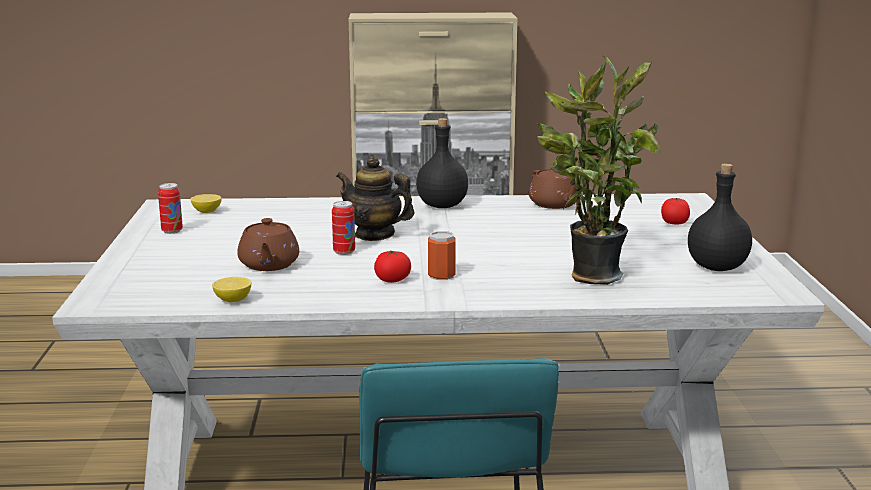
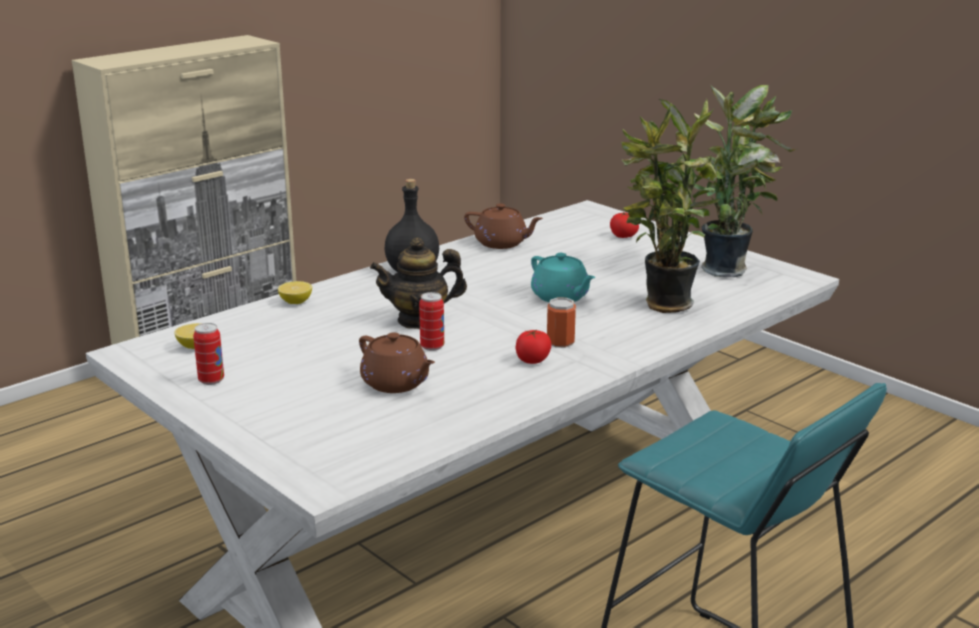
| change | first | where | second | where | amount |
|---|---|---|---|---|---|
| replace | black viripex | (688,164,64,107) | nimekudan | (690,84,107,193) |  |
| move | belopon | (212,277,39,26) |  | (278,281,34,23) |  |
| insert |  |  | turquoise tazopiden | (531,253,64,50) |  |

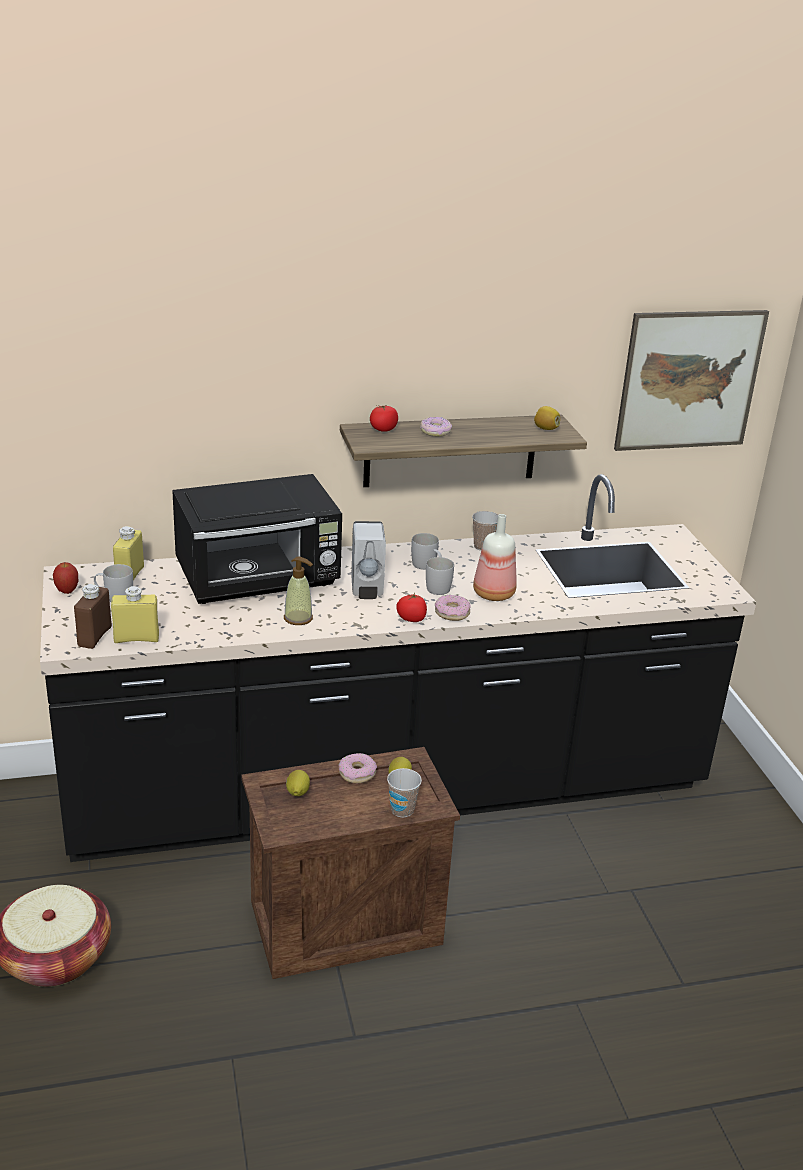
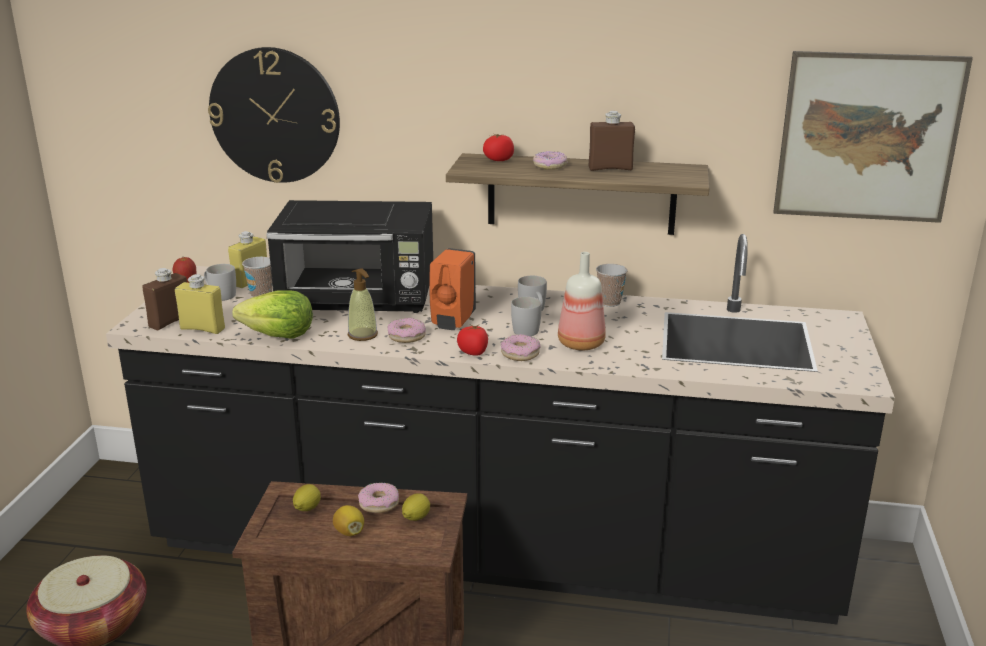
| change | first | where | second | where | amount |
|---|---|---|---|---|---|
| move | belopon | (534,406,26,24) |  | (333,505,31,31) |  |
| recolor | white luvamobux | (351,521,35,78) | orange luvamobux | (429,248,47,82) |  |
| move | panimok | (387,768,35,50) |  | (242,257,30,40) |  |
| insert |  |  | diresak | (208,47,132,136) |  |
| insert |  |  | brown viripex | (589,111,46,60) |  |
| insert |  |  | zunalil | (232,290,81,49) |  |
| insert |  |  | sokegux | (388,318,38,25) |  |

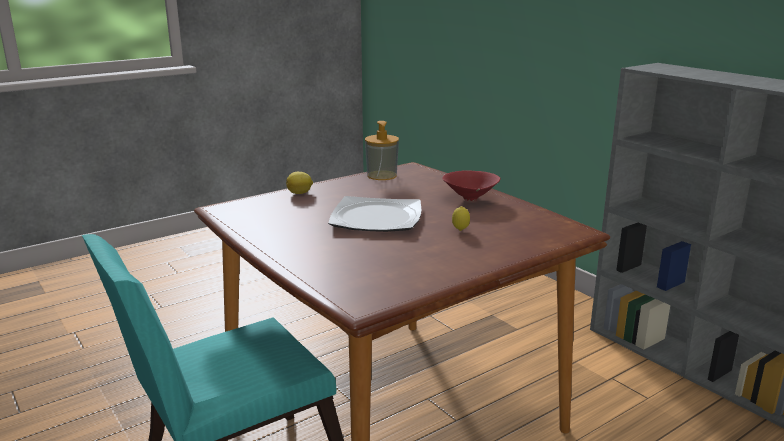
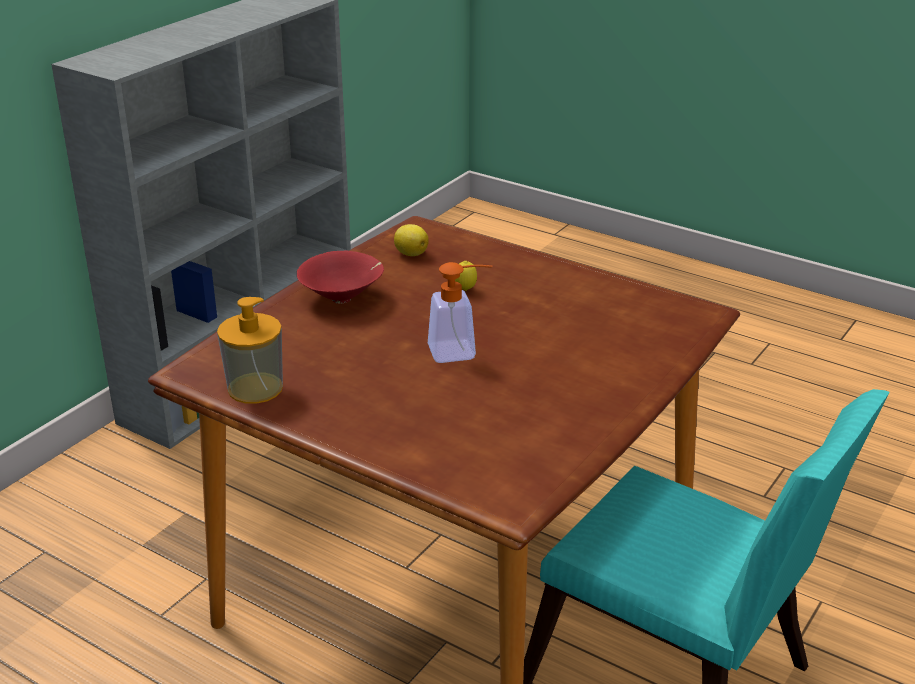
| change | first | where | second | where | amount |
|---|---|---|---|---|---|
| move | belopon | (286,172,27,22) |  | (394,224,35,32) |  |
| replace | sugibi | (328,196,93,36) | luvamobux | (428,262,64,101) |  |

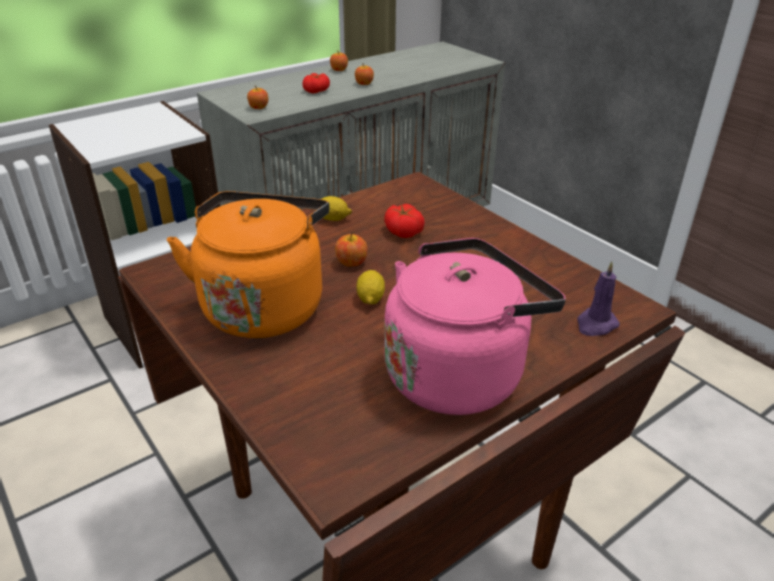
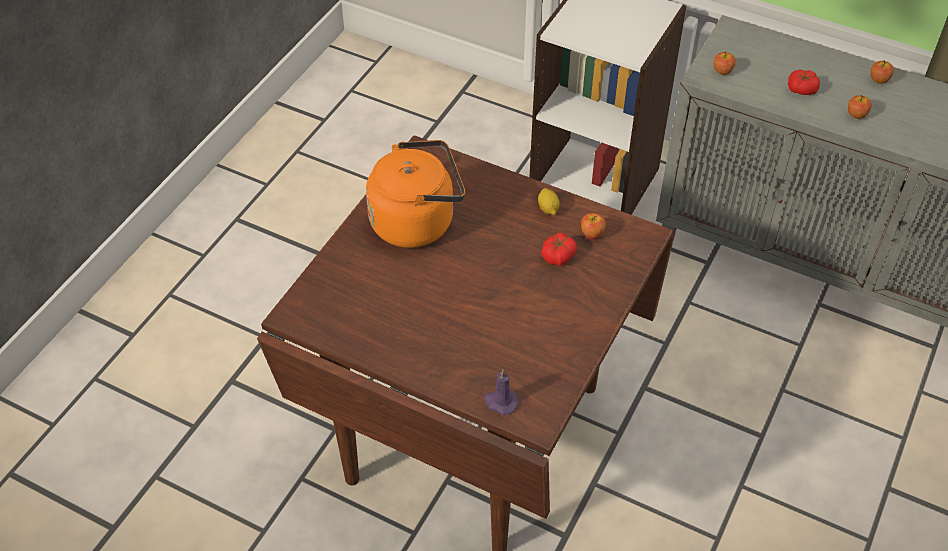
| change | first | where | second | where | amount |
|---|---|---|---|---|---|
| move | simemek | (335,232,32,35) |  | (581,213,25,26) |  |
| delete | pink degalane | (385,238,181,177) |  |  |  |
| delete | belopon | (356,270,29,34) |  |  |  |

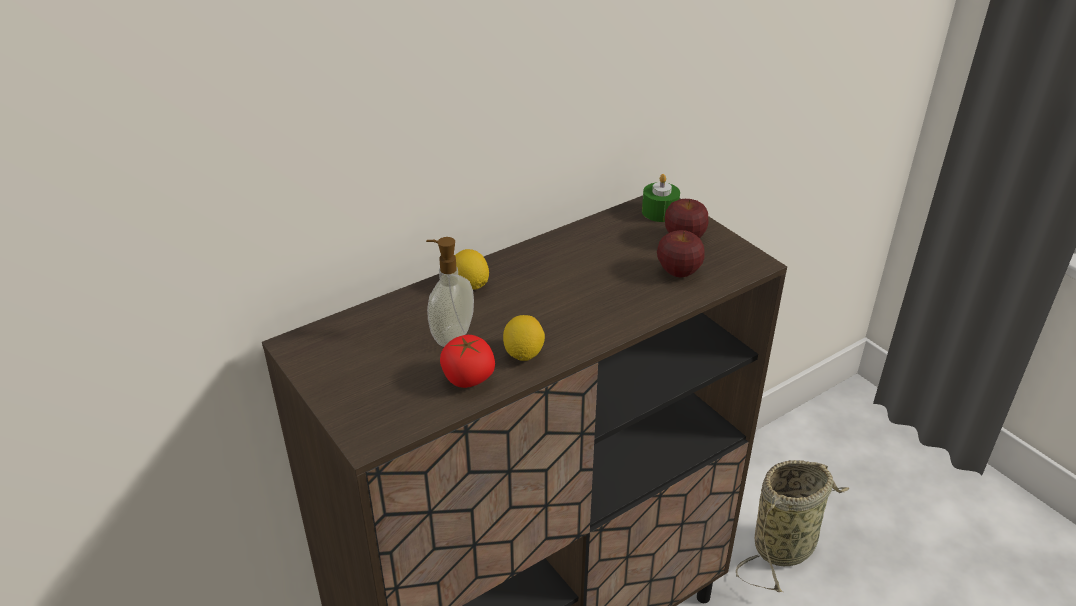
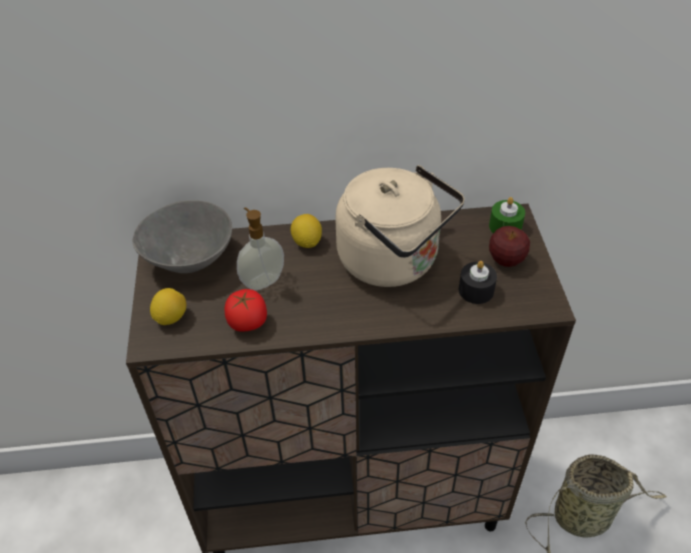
| change | first | where | second | where | amount |
|---|---|---|---|---|---|
| replace | simemek | (657,230,48,47) | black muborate | (459,261,38,43) |  |
| move | belopon | (503,315,42,46) |  | (150,288,36,37) |  |
| insert |  |  | beige degalane | (335,165,130,122) |  |
| insert |  |  | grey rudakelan | (133,200,99,73) |  |

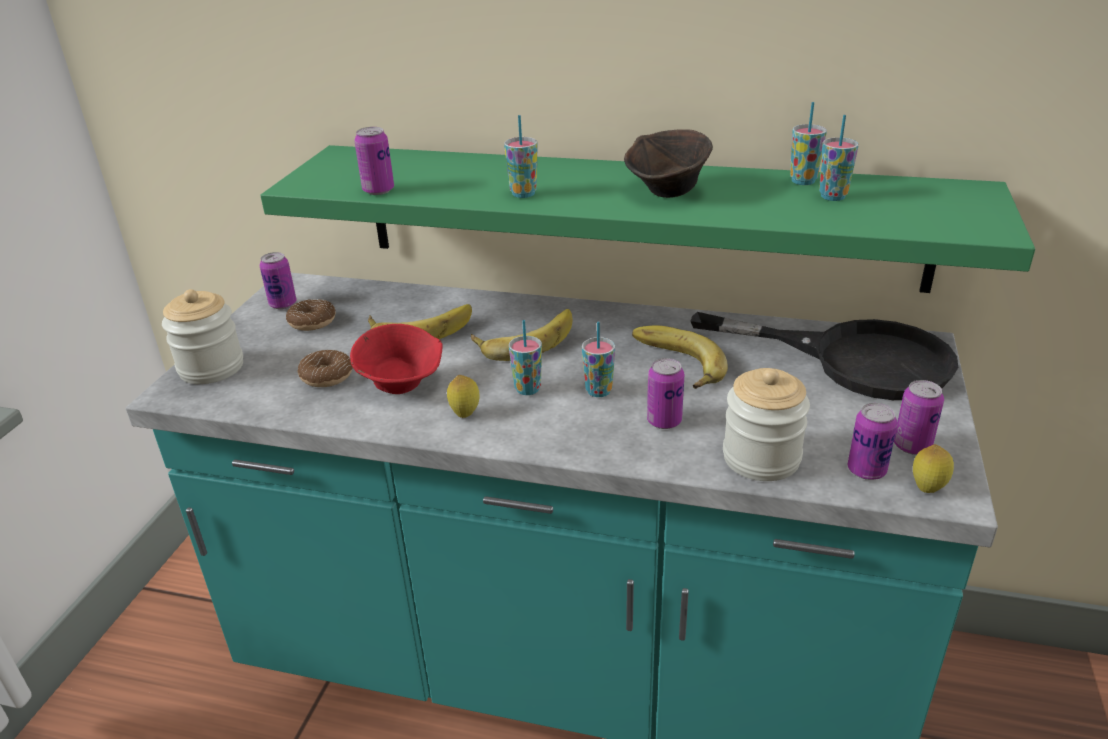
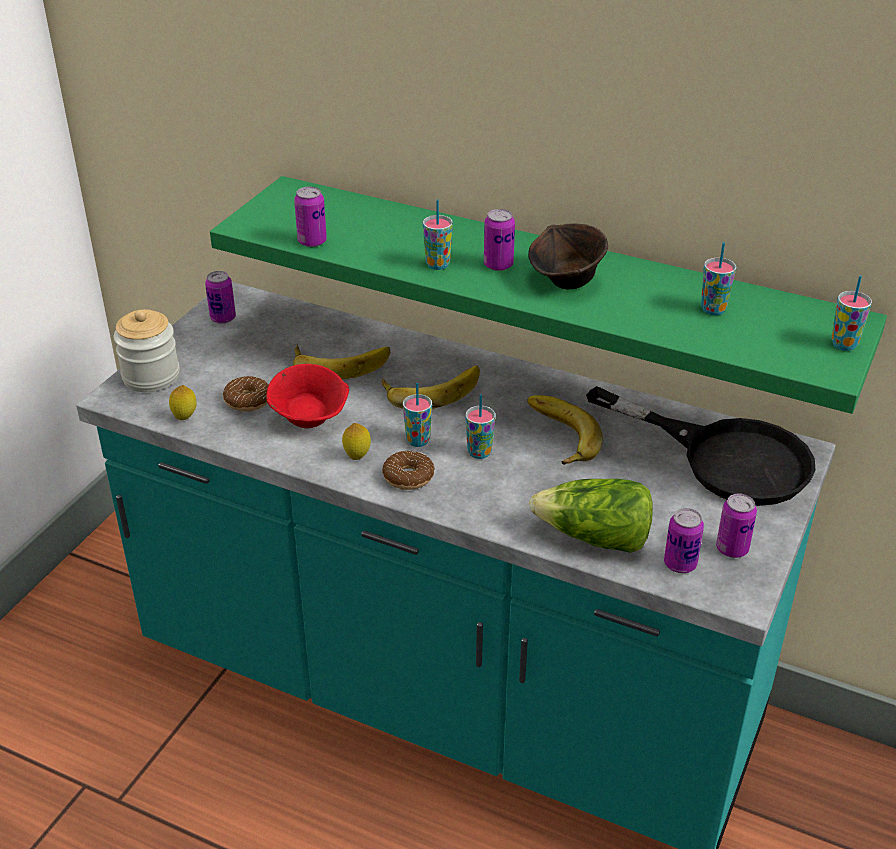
| change | first | where | second | where | amount |
|---|---|---|---|---|---|
| move | panimok | (790,102,37,83) |  | (831,276,41,75) |  |
| move | sokegux | (286,299,49,32) |  | (382,450,53,40) |  |
| move | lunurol | (647,358,37,71) |  | (484,209,31,62) |  |
| replace | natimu | (723,368,87,113) | zunalil | (529,479,124,74) |  |
| move | belopon | (913,444,41,49) |  | (169,385,28,35) |  |

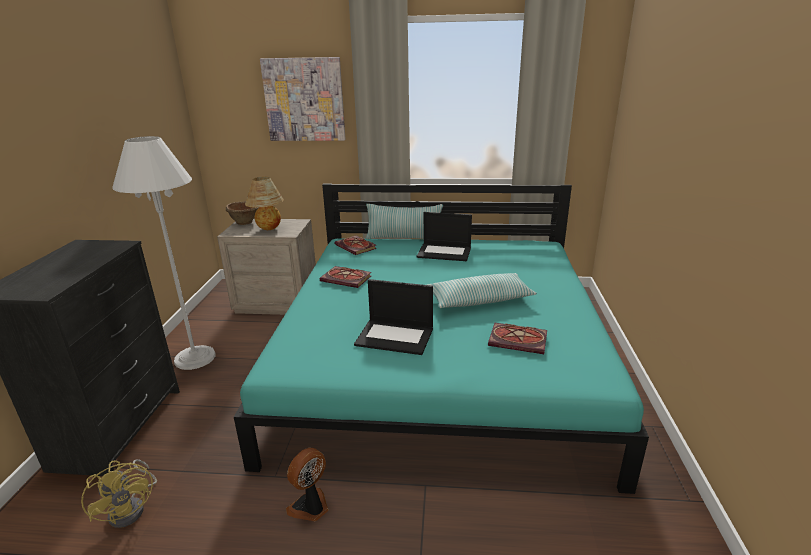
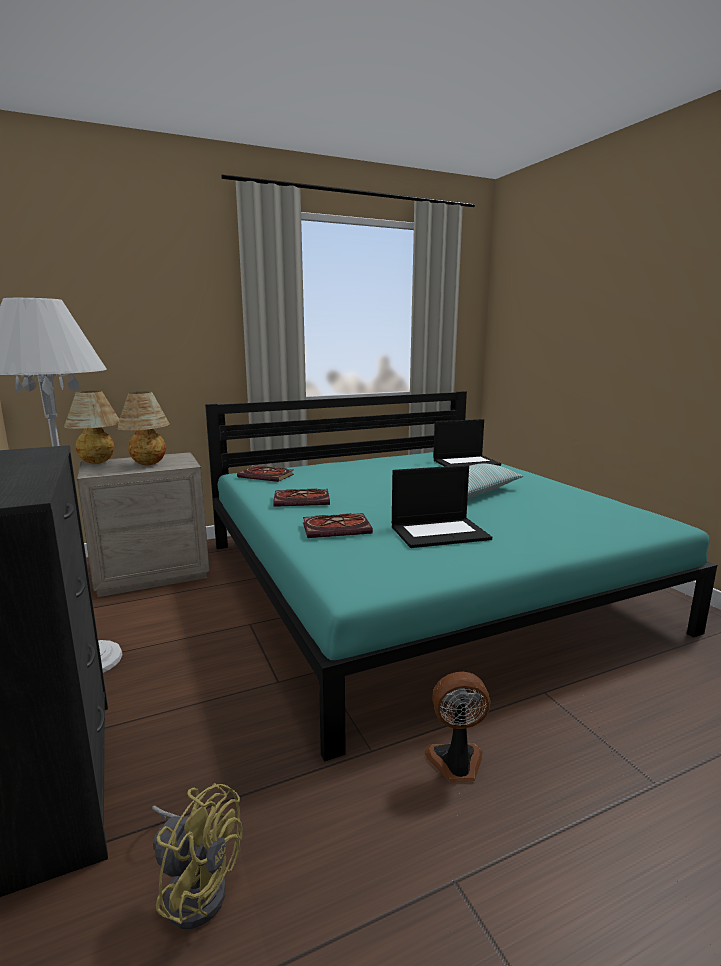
| change | first | where | second | where | amount |
|---|---|---|---|---|---|
| delete | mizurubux | (260,57,86,84) |  |  |  |
| replace | brown rudakelan | (226,201,33,24) | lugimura | (64,391,55,73) |  |
| delete | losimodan | (366,204,77,35) |  |  |  |
| move | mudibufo | (417,212,55,49) |  | (433,419,68,48) |  |
| move | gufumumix | (488,323,59,31) |  | (303,513,70,25) |  |
| rotate | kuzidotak | (286,447,43,74) |  | (424,672,66,111) | 75 degrees clockwise |

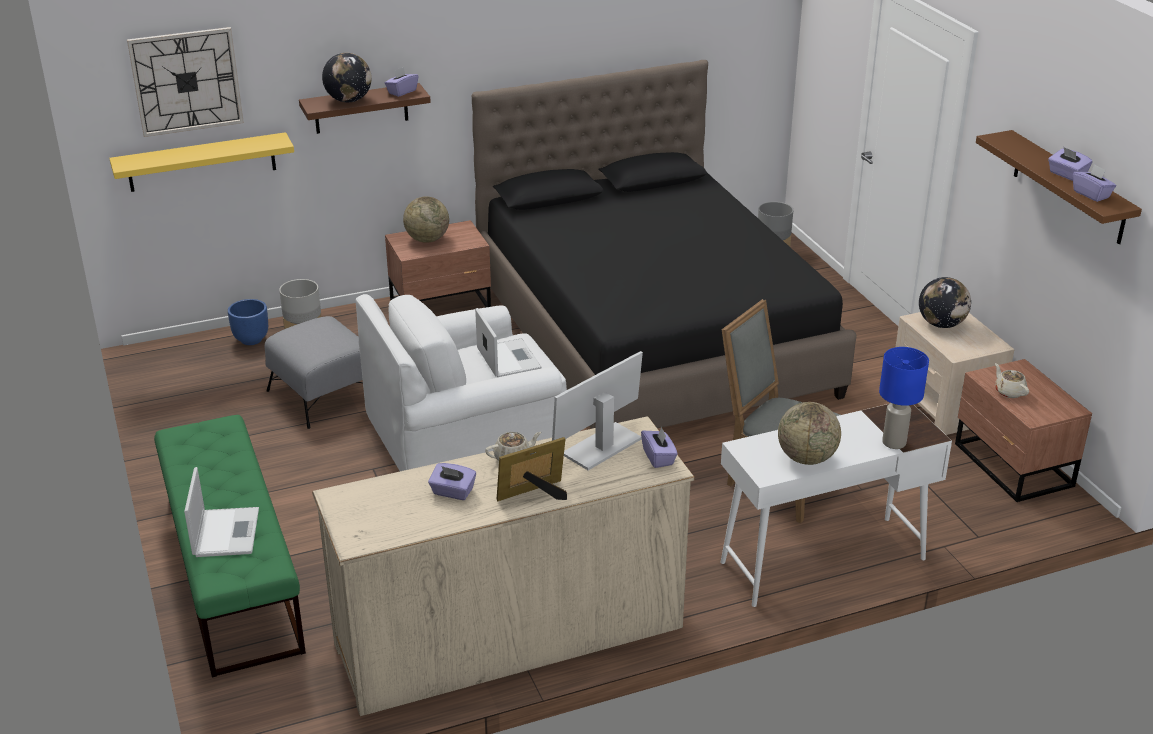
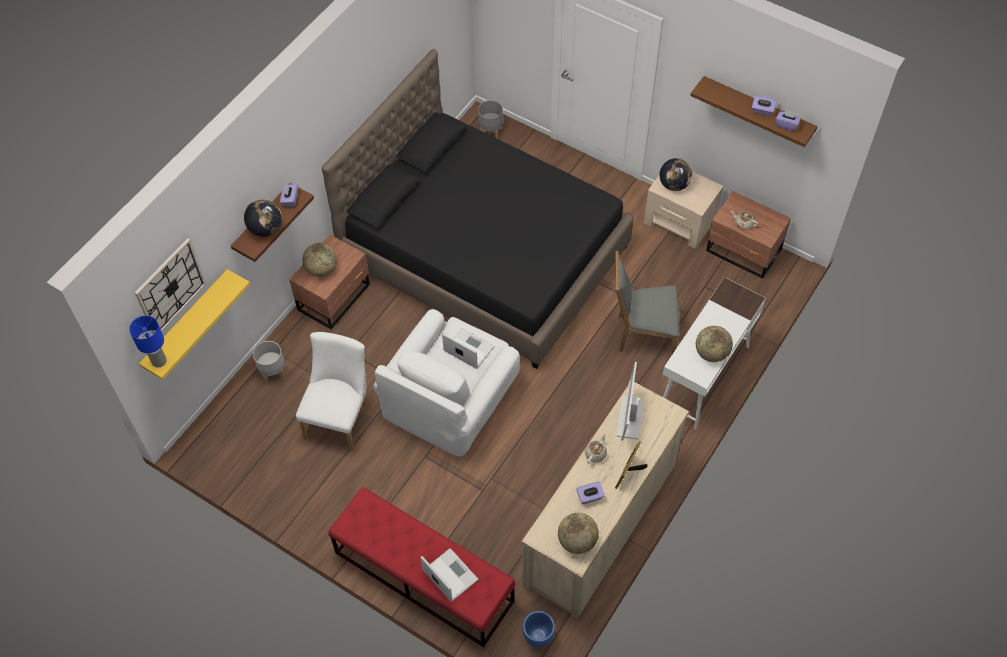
| change | first | where | second | where | amount |
|---|---|---|---|---|---|
| move | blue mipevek | (228,299,40,46) |  | (523,611,32,37) |  |
| replace | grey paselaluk | (265,316,98,113) | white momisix | (296,332,72,119) |  |
| move | blue lugimura | (879,347,50,102) |  | (129,316,38,52) |  |
| recolor | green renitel | (154,415,152,263) | red renitel | (329,488,186,159) |  |
| delete | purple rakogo | (641,427,37,41) |  |  |  |
| insert |  |  | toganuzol | (558,513,41,41) |  |

